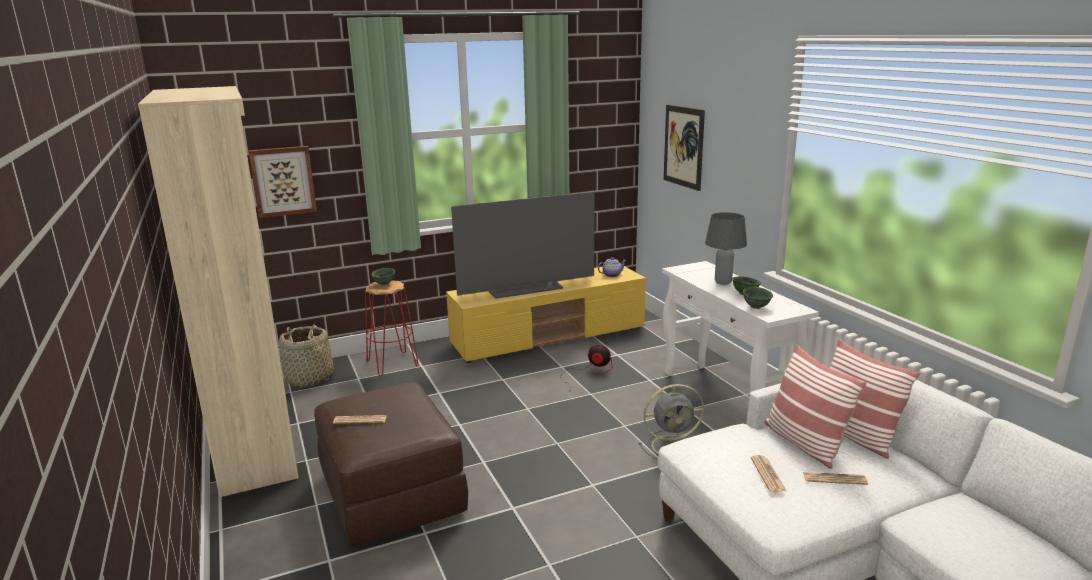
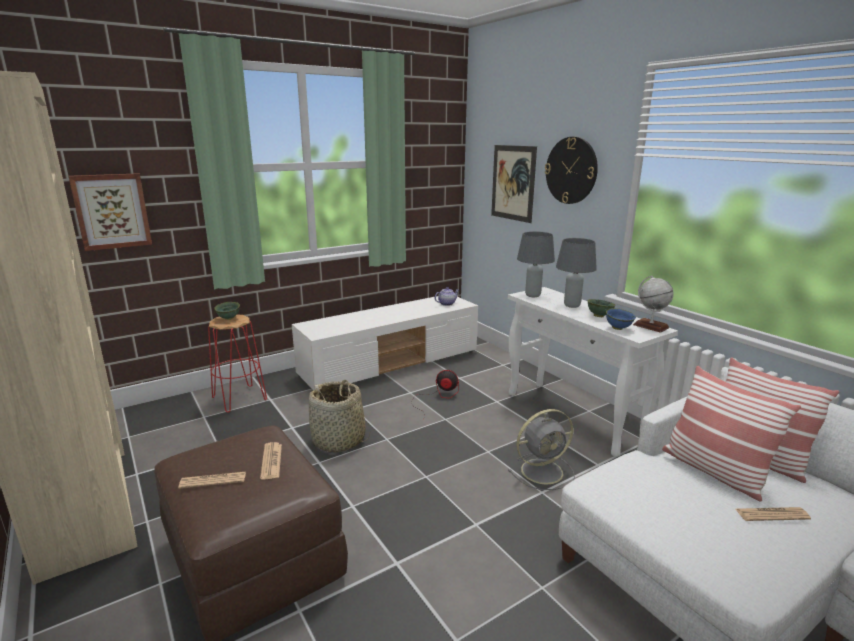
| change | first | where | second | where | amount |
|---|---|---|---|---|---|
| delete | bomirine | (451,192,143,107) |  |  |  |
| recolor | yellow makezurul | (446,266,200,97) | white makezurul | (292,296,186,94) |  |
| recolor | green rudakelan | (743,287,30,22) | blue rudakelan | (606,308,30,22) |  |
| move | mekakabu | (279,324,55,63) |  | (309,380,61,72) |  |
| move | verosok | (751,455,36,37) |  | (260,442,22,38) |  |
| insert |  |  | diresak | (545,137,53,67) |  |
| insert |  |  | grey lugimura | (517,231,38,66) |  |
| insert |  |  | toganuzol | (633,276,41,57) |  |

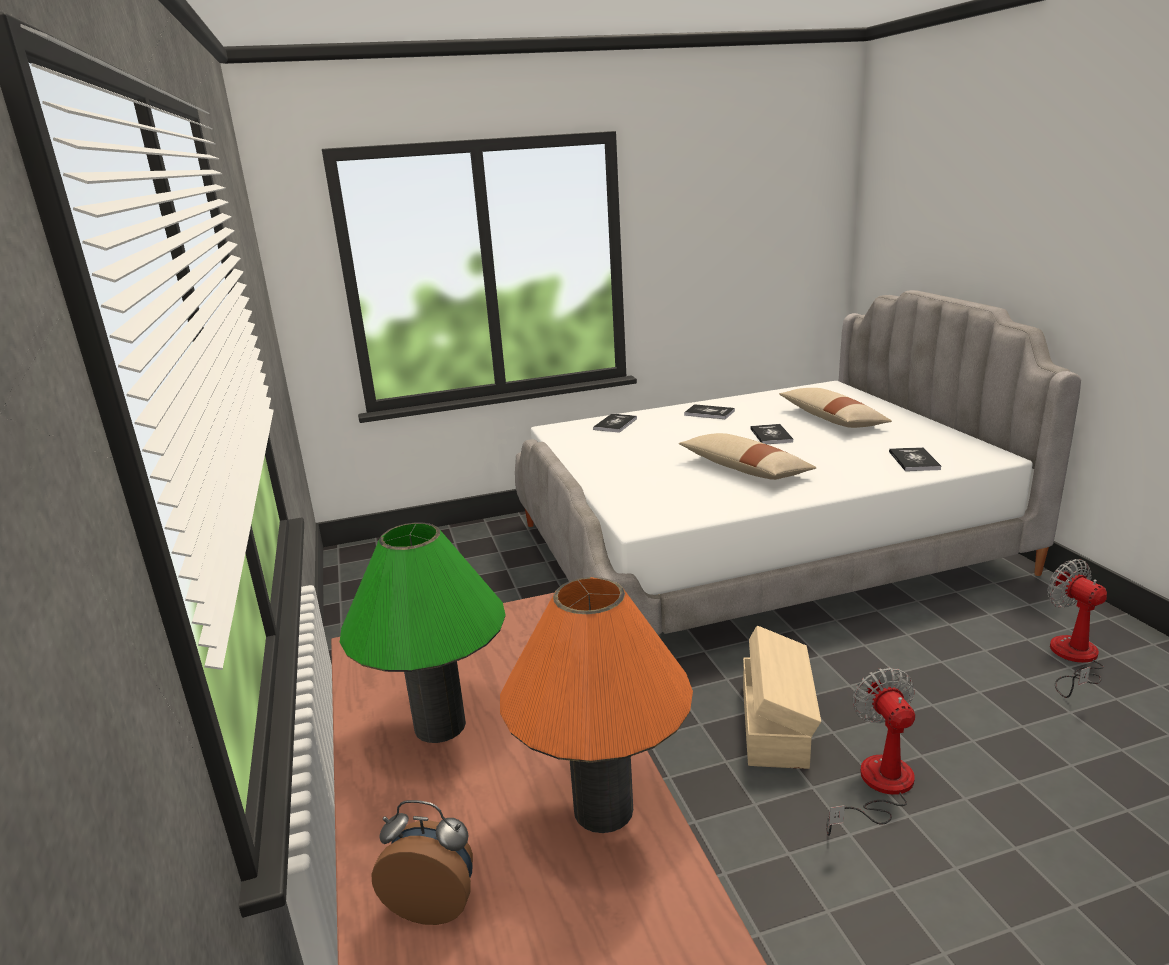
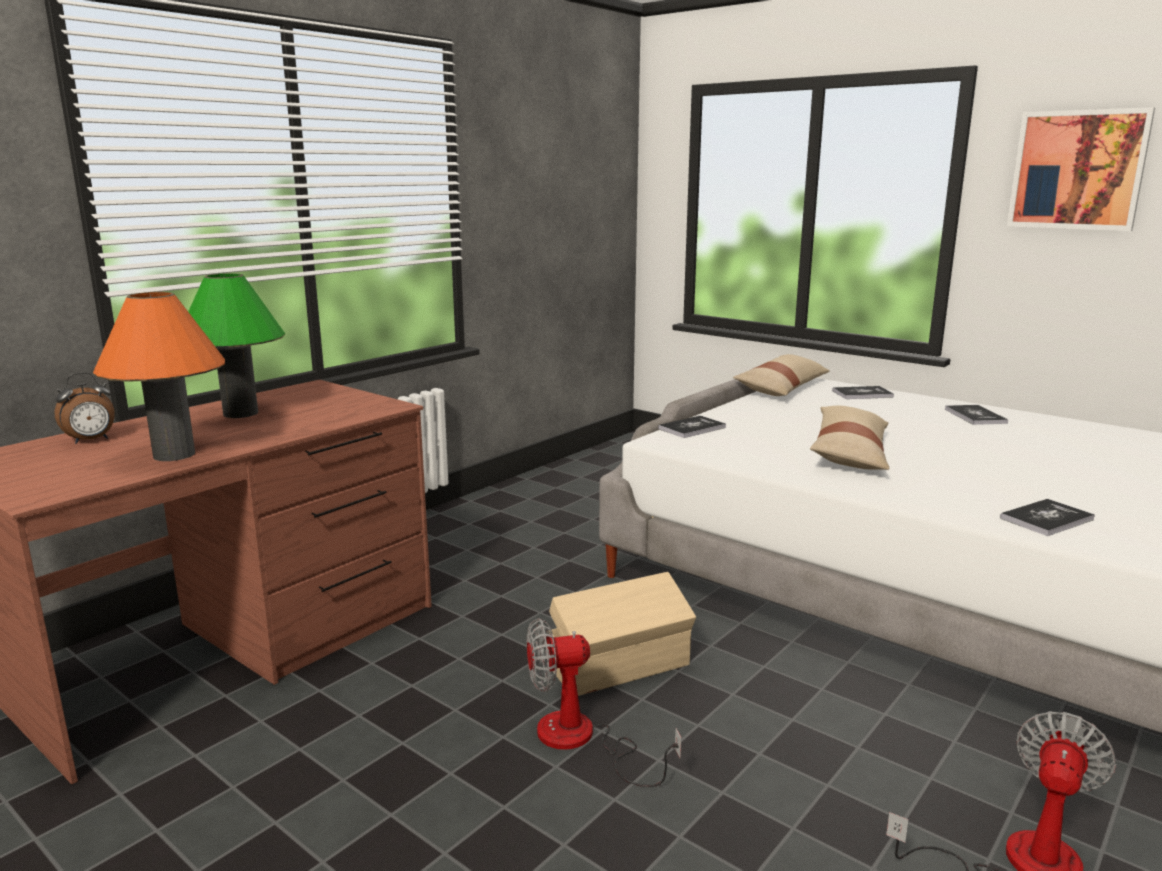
| change | first | where | second | where | amount |
|---|---|---|---|---|---|
| move | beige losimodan | (779,388,113,40) |  | (733,354,97,42) |  |
| move | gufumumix | (750,424,43,20) |  | (658,416,68,22) |  |
| rotate | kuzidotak | (826,667,89,169) |  | (526,618,155,169) | 150 degrees counterclockwise |
| rotate | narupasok | (371,800,102,125) |  | (55,372,59,72) | 75 degrees clockwise |
| insert |  |  | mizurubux | (1007,107,148,124) |  |

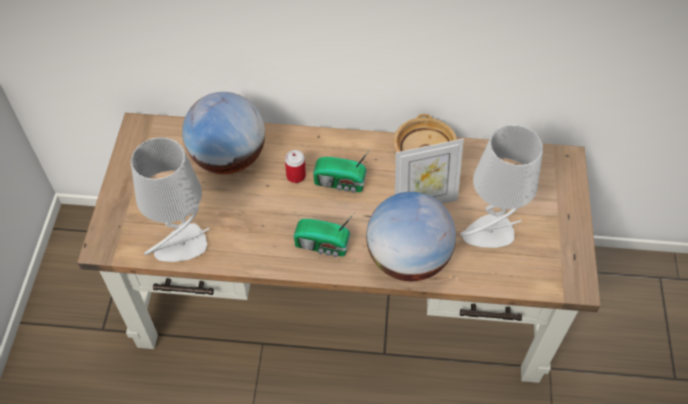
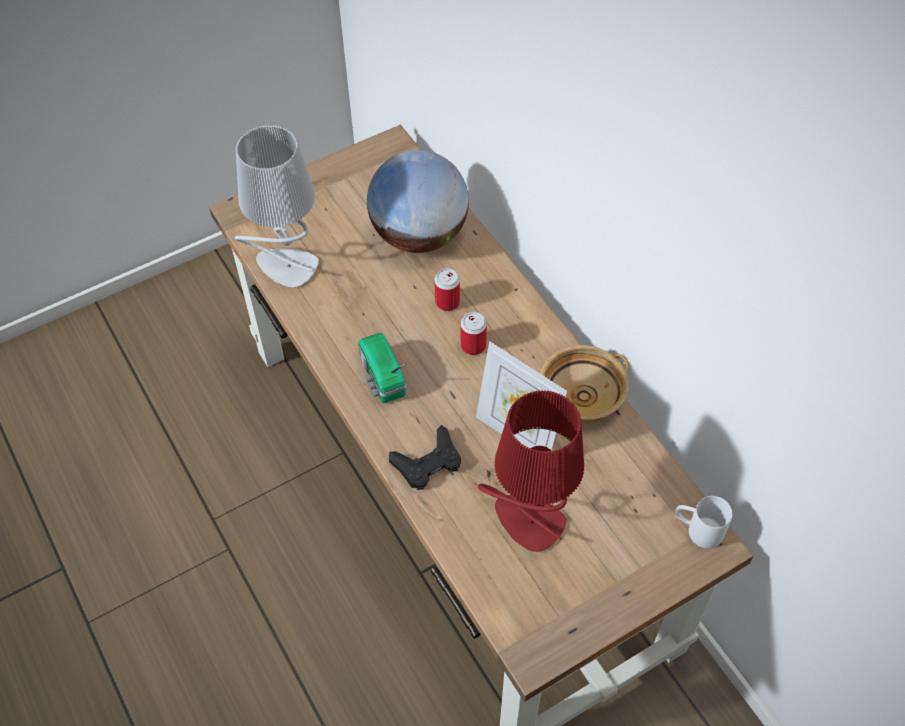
| change | first | where | second | where | amount |
|---|---|---|---|---|---|
| recolor | grey lugimura | (460,125,83,123) | red lugimura | (478,390,106,162) |  |
| replace | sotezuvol | (313,150,57,43) | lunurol | (461,312,26,43) |  |
| replace | toganuzol | (366,192,90,89) | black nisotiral | (389,425,72,65) |  |
| insert |  |  | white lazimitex | (675,496,57,52) |  |

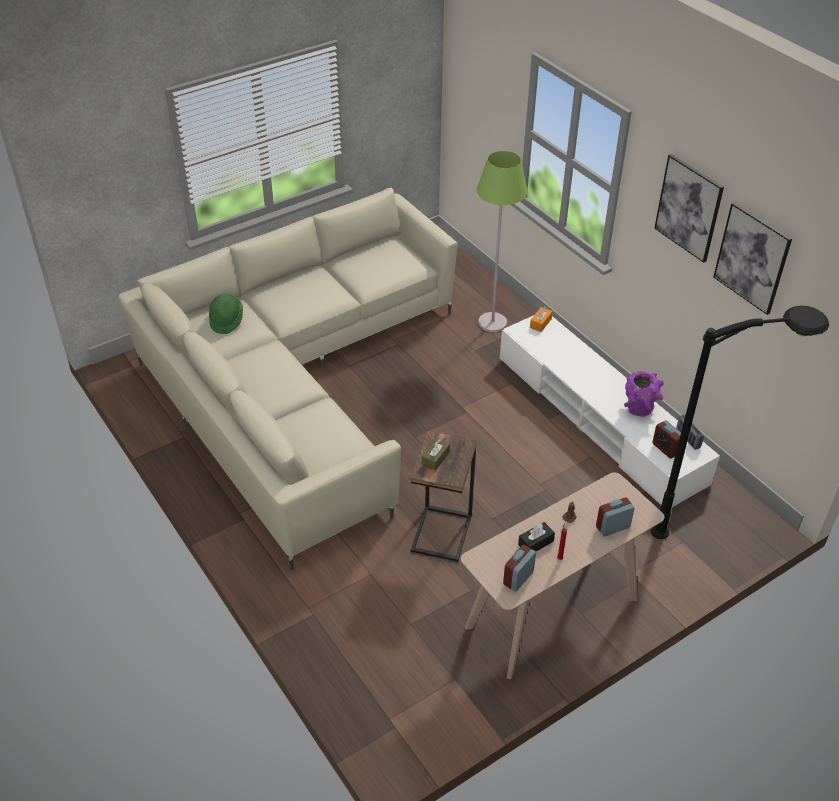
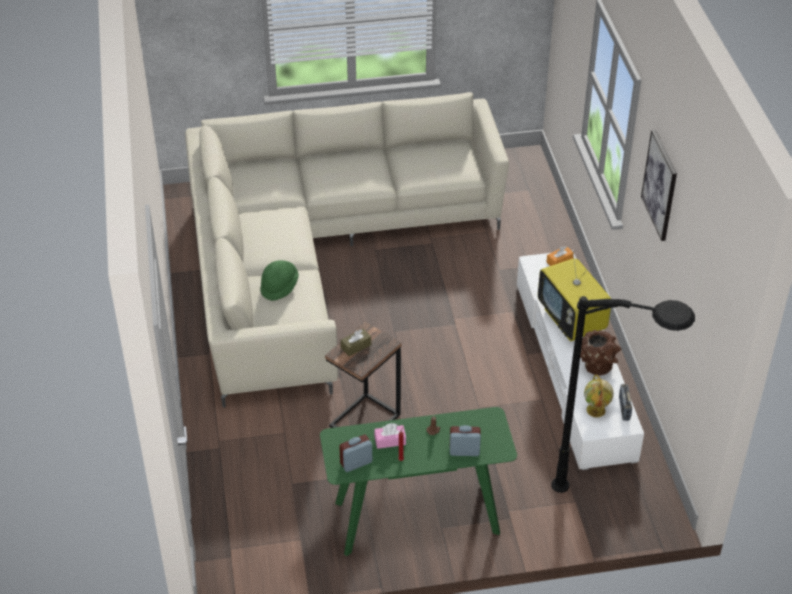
| change | first | where | second | where | amount |
|---|---|---|---|---|---|
| delete | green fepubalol | (477,151,50,181) |  |  |  |
| delete | mizurubux | (713,202,79,113) |  |  |  |
| move | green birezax | (209,294,34,40) |  | (260,260,39,41) |  |
| recolor | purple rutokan | (624,371,40,46) | brown rutokan | (580,330,41,46) |  |
| replace | narupasok | (653,420,28,39) | toganuzol | (584,374,30,43) |  |
| recolor | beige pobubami | (461,473,203,206) | green pobubami | (320,407,197,149) |  |
| recolor | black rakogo | (518,522,37,29) | pink rakogo | (374,423,32,26) |  |
| insert |  |  | bomirine | (538,251,73,90) |  |

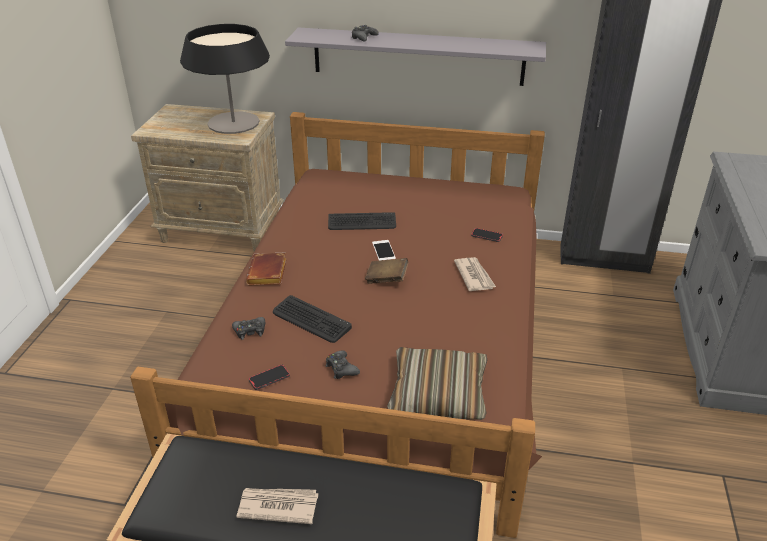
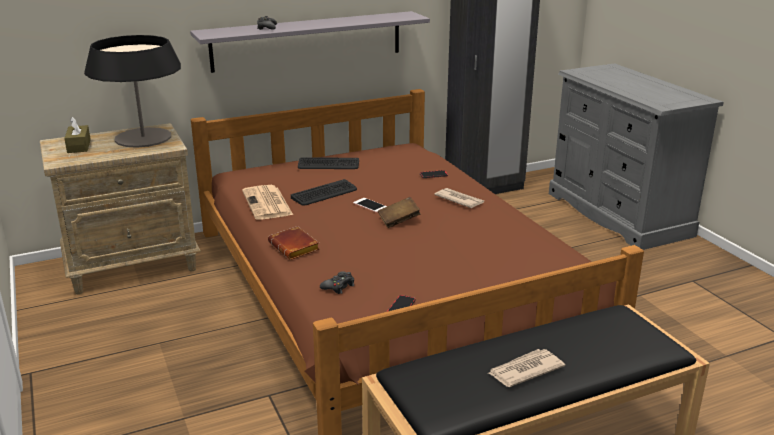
| change | first | where | second | where | amount |
|---|---|---|---|---|---|
| move | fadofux | (273,295,79,48) |  | (298,157,61,12) |  |
| delete | losimodan | (387,347,100,73) |  |  |  |
| delete | black nisotiral | (326,350,34,29) |  |  |  |
| insert |  |  | brown rakogo | (64,117,27,36) |  |
| insert |  |  | verosok | (242,185,51,35) |  |

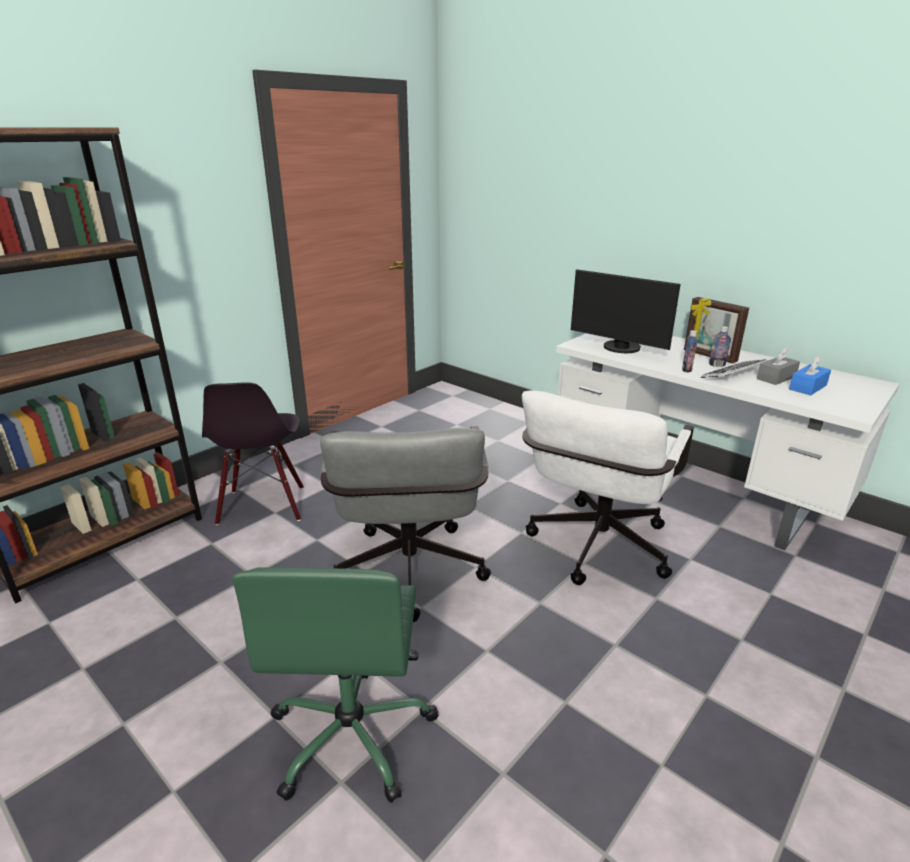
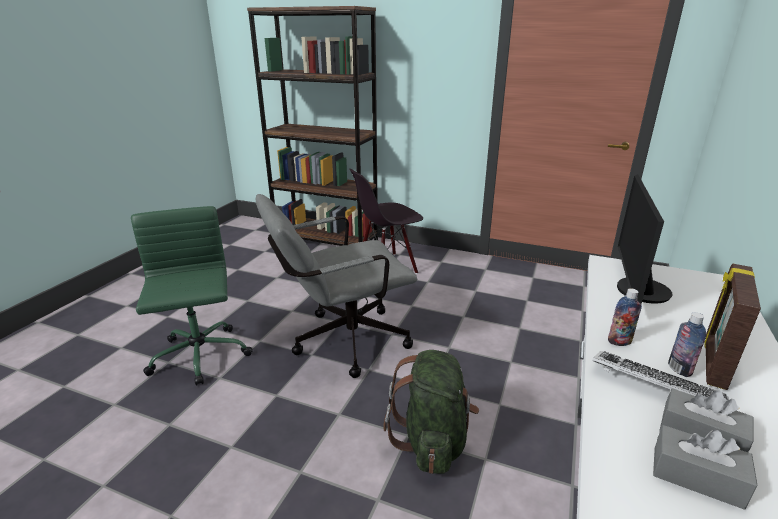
| change | first | where | second | where | amount |
|---|---|---|---|---|---|
| recolor | blue rakogo | (789,356,42,40) | grey rakogo | (653,425,105,85) |  |
| replace | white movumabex | (522,390,172,195) | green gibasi | (383,350,96,124) |  |
| rotate | green movumabex | (232,567,207,236) |  | (131,206,122,180) | 90 degrees clockwise |

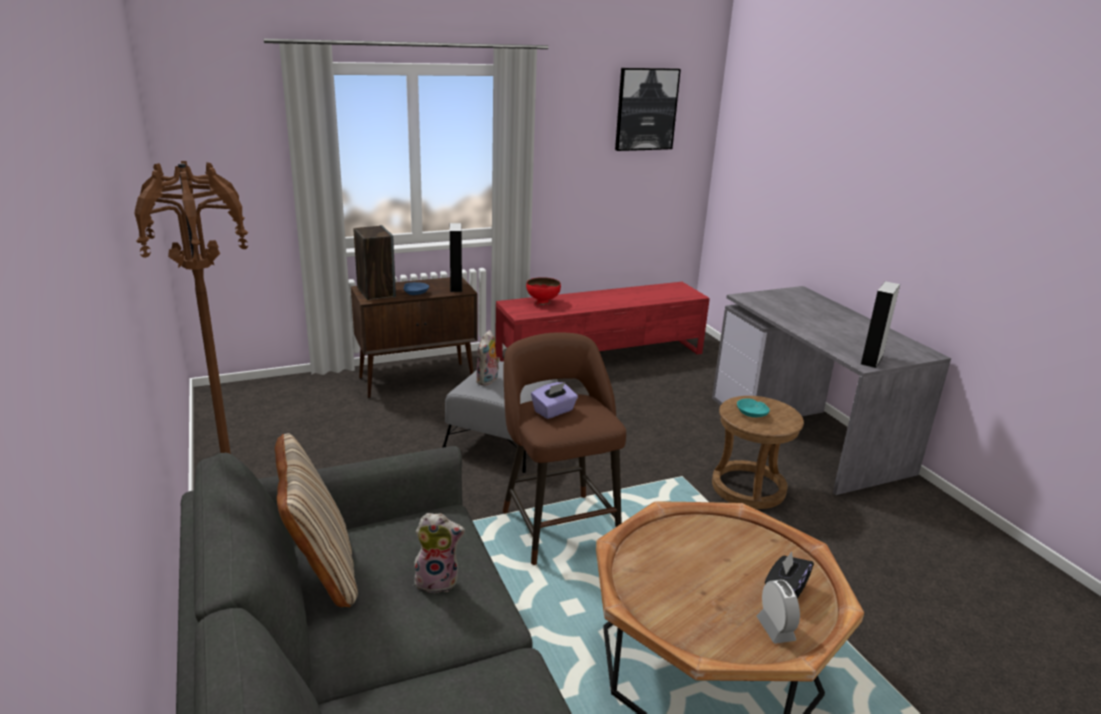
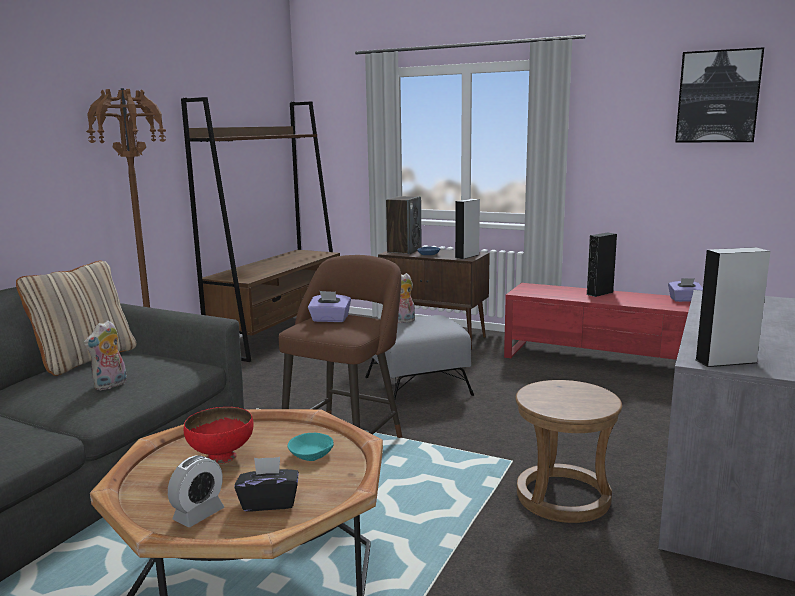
| change | first | where | second | where | amount |
|---|---|---|---|---|---|
| move | red rudakelan | (526,277,35,28) |  | (184,407,70,57) |  |
| move | turquoise rudakelan | (737,398,33,19) |  | (287,433,47,28) |  |
| rotate | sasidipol | (414,513,51,81) |  | (84,320,43,70) | 75 degrees clockwise |
| insert |  |  | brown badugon | (181,97,159,265) |  |
| insert |  |  | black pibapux | (586,233,31,64) |  |
| insert |  |  | purple rakogo | (668,278,35,24) |  |

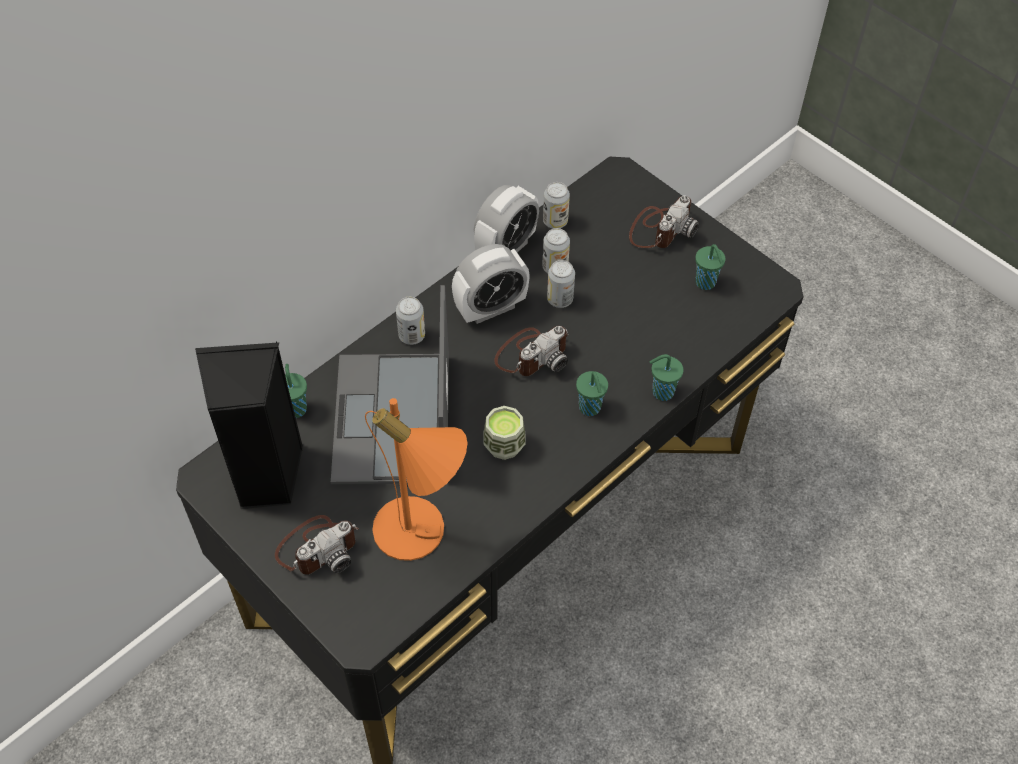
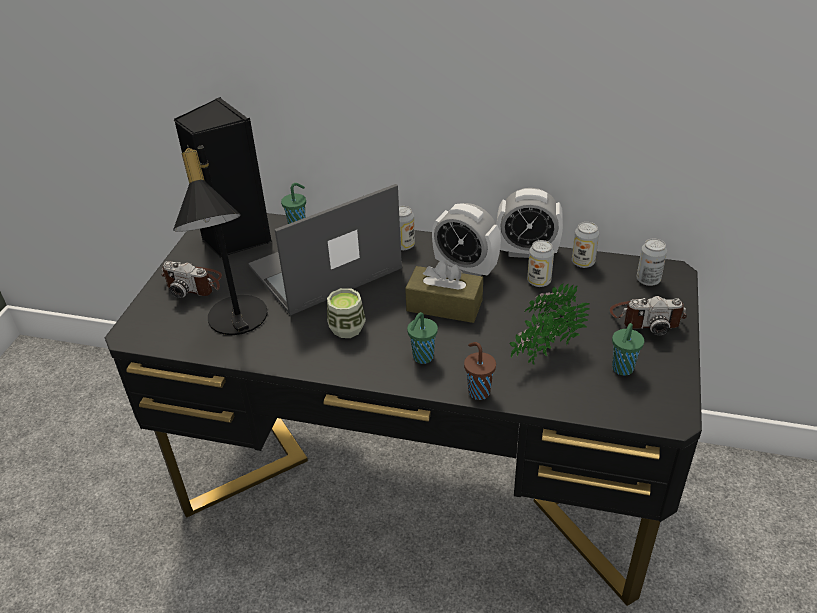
| change | first | where | second | where | amount |
|---|---|---|---|---|---|
| move | lunurol | (547,260,28,48) |  | (637,238,30,48) |  |
| replace | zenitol | (494,326,75,50) | brown rakogo | (405,260,78,63) |  |
| recolor | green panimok | (649,354,34,47) | brown panimok | (464,342,32,58) |  |
| recolor | orange lugimura | (365,398,102,163) | black lugimura | (173,145,95,190) |  |
| insert |  |  | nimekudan | (509,283,80,82) |  |

